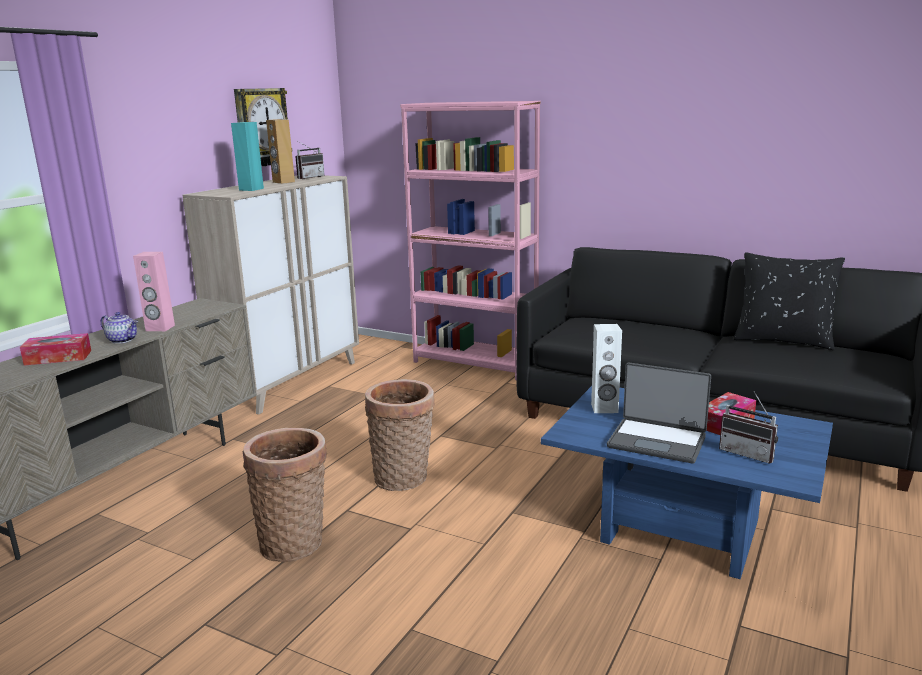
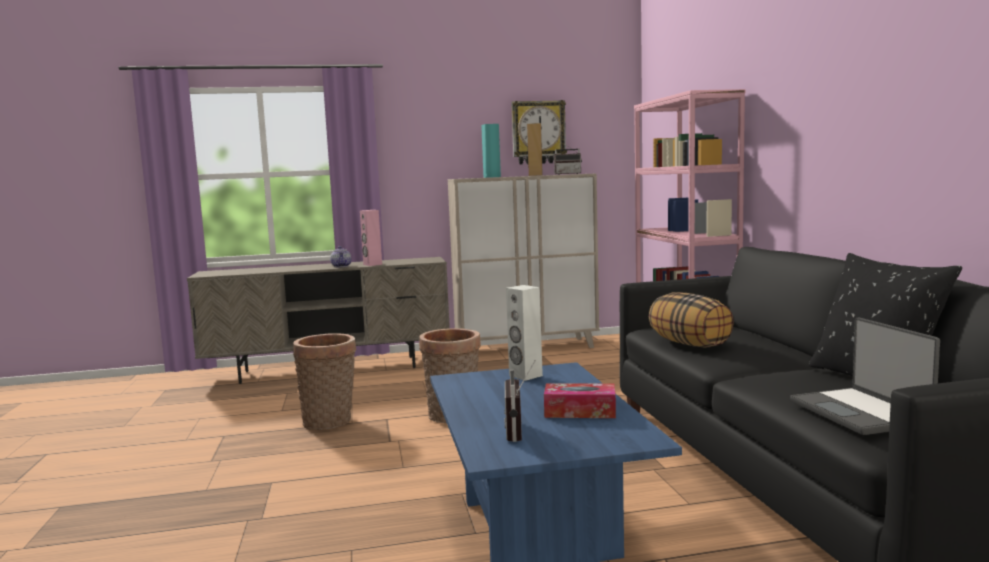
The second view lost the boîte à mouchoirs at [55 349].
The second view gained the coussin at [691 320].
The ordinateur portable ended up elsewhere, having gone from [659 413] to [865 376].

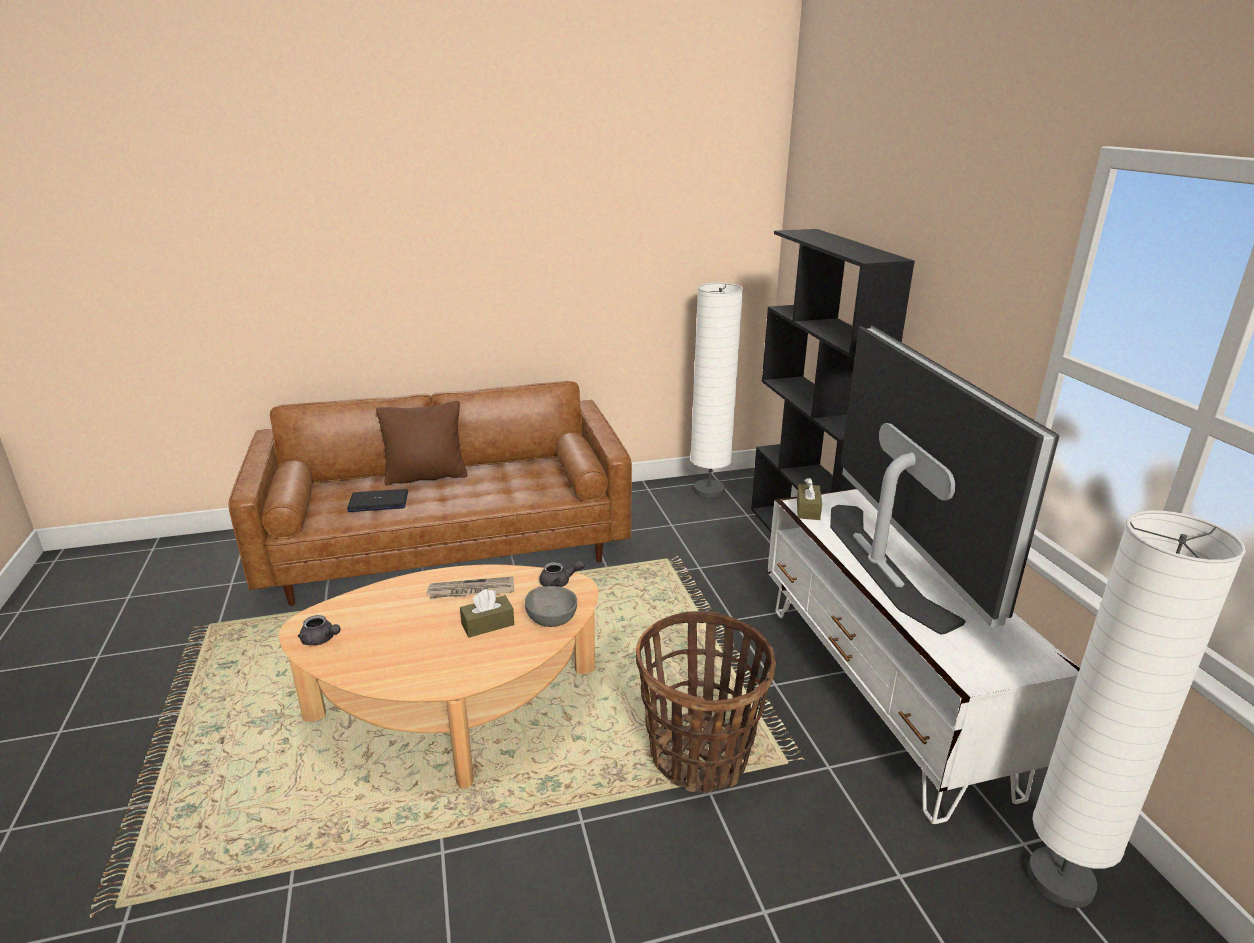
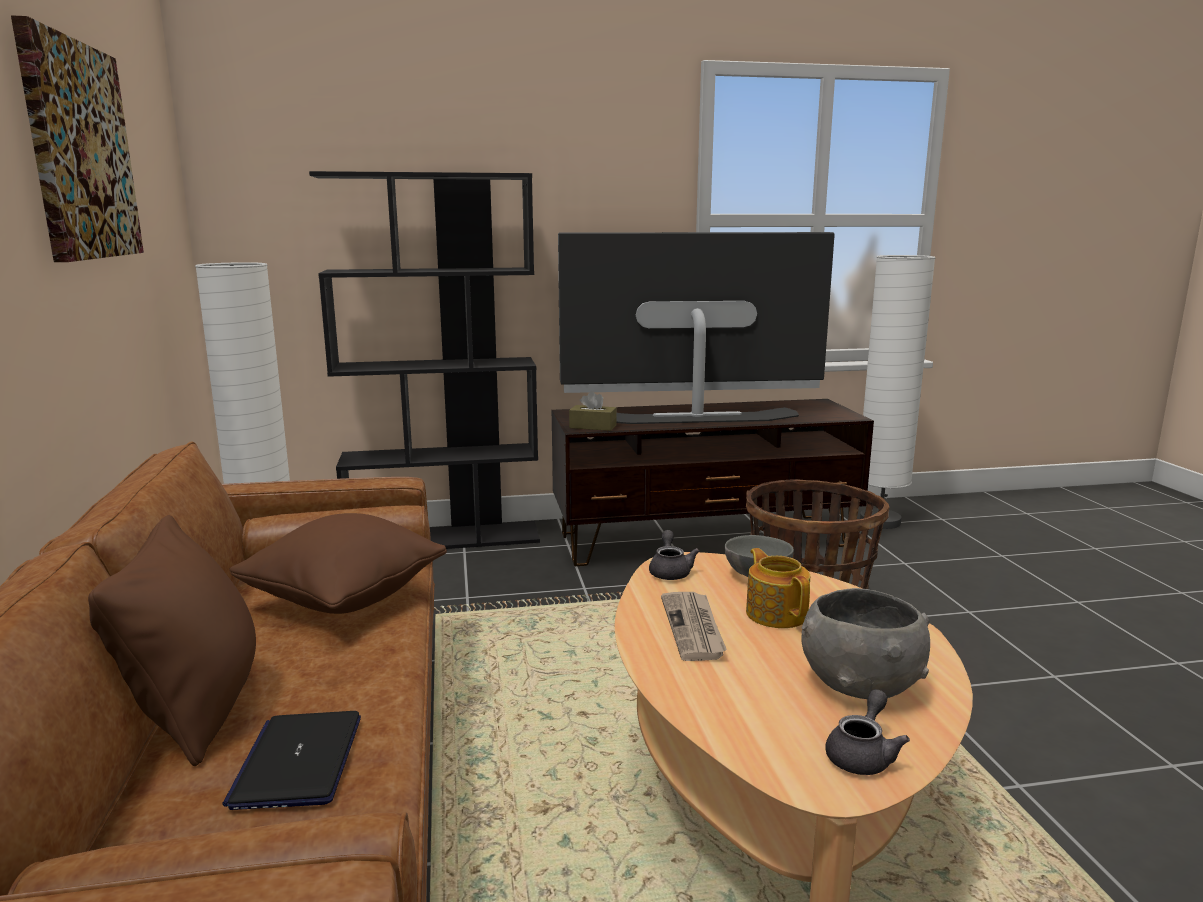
The second view gained the tableau at [77 138].
The second view gained the coussin/marron at [338 563].
The second view gained the bol/gris at [865 643].
Where the boîte à mouchoirs/marron stood at [487 613], the théière came to stand at [778 588].
What was the meuble télé/blanc at [923 656] turned into the meuble télé/marron at [713 482].

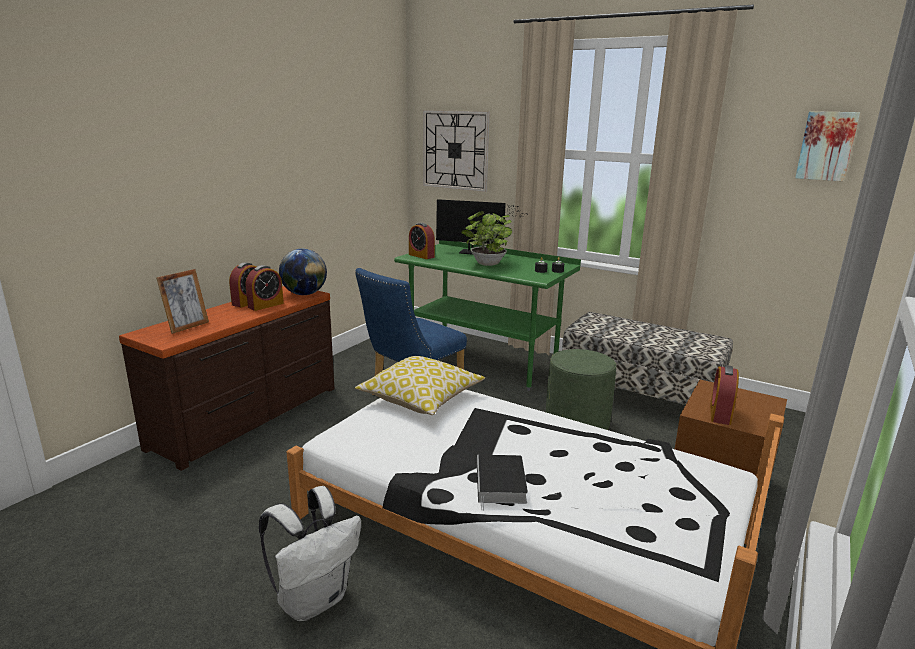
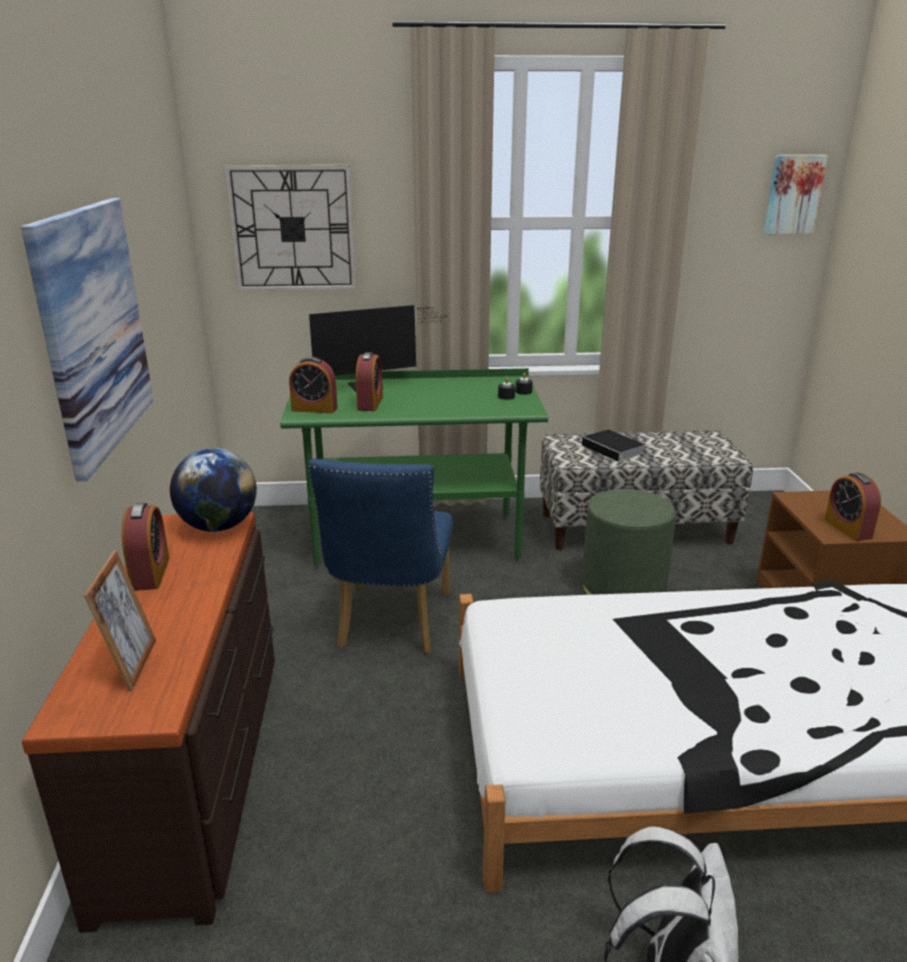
The second view lost the coussin at [420 385].
The second view lost the plante en pot at [486 238].
The second view gained the tableau at [87 339].
The réveil ended up elsewhere, having gone from [265 288] to [369 381].
The livre ended up elsewhere, having gone from [502 483] to [613 446].

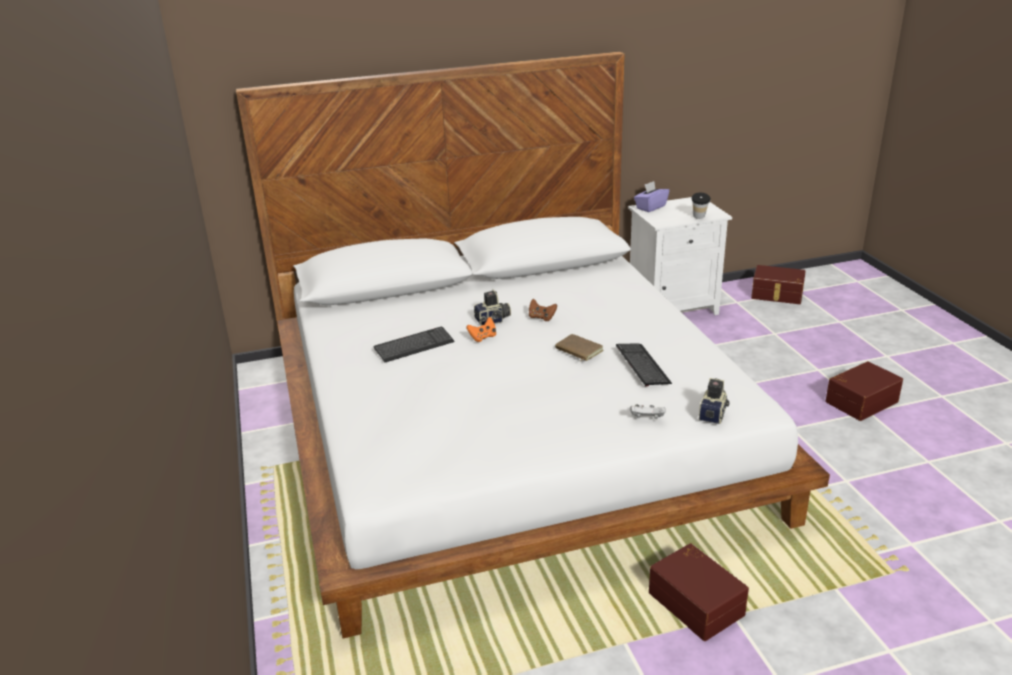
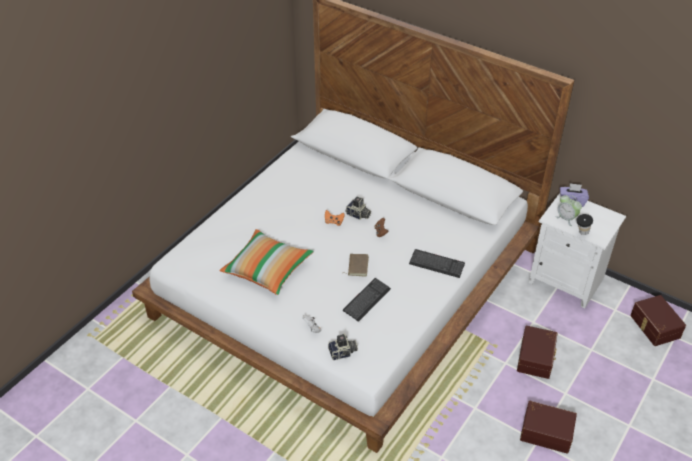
The second view gained the coussin at [266 262].
The second view gained the réveil at [568 210].
The clavier ended up elsewhere, having gone from [414 345] to [437 263].
The boîte de rangement/marron ended up elsewhere, having gone from [699 592] to [537 352].

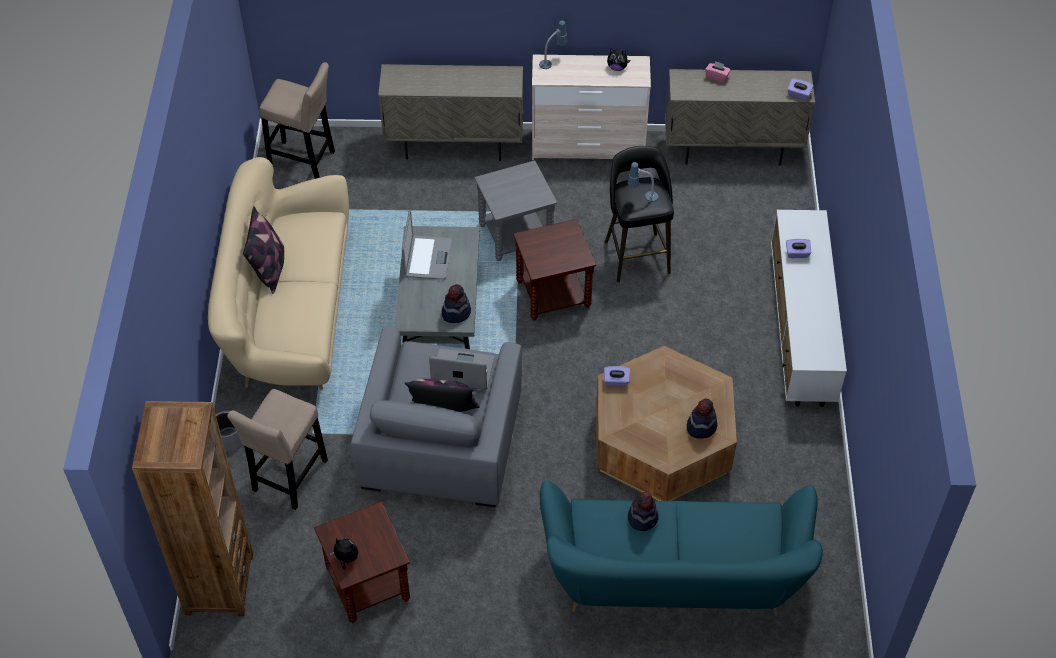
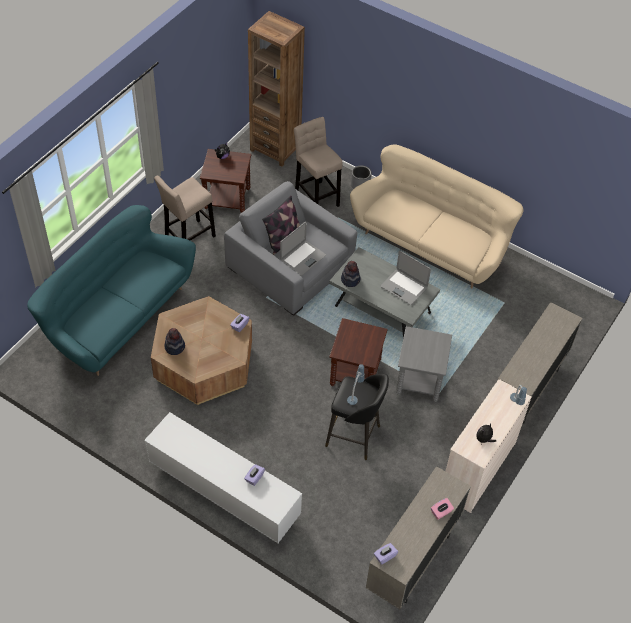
The second view lost the coussin at [263 250].
The second view lost the chapeau at [643 511].
The tabouret/beige ended up elsewhere, having gone from [297 120] to [185 208].

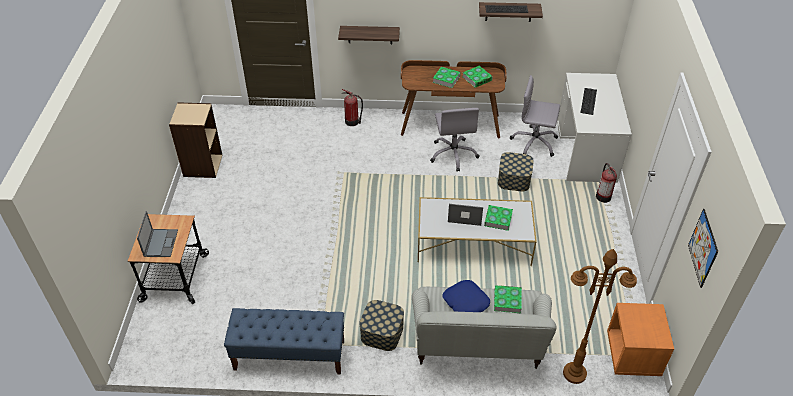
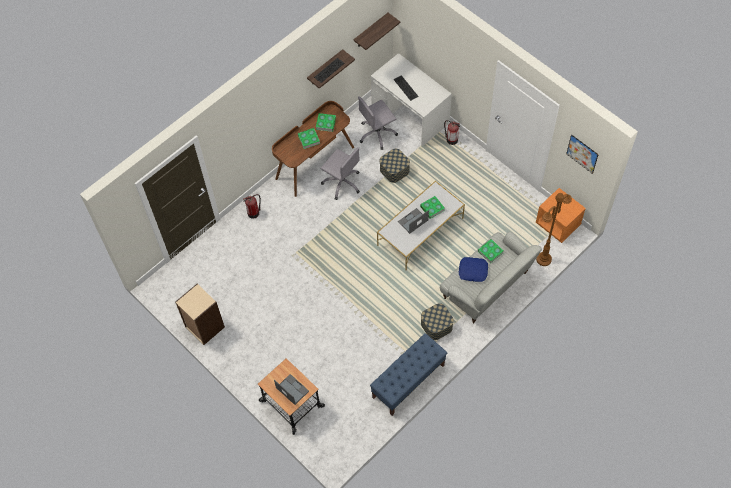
The étagère ended up elsewhere, having gone from [369 35] to [377 31].

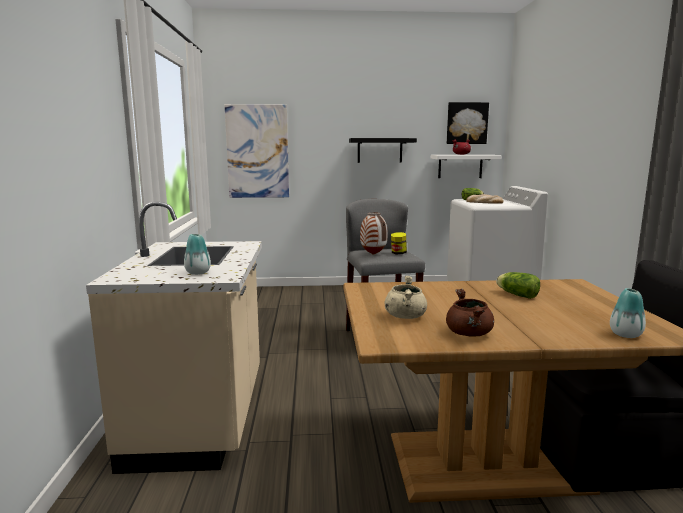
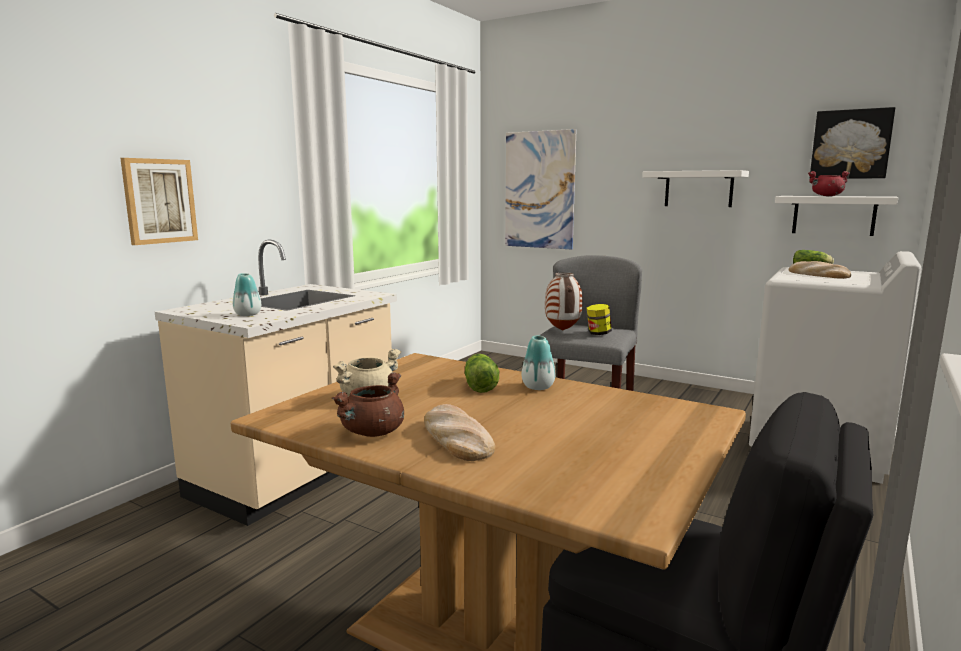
The second view gained the tableau at [159 201].
The second view gained the pain at [459 432].
The laitue ended up elsewhere, having gone from [518 285] to [482 373].
The vase ended up elsewhere, having gone from [628 313] to [538 362].
What was the étagère/noir at [383 150] turned into the étagère/blanc at [695 188].

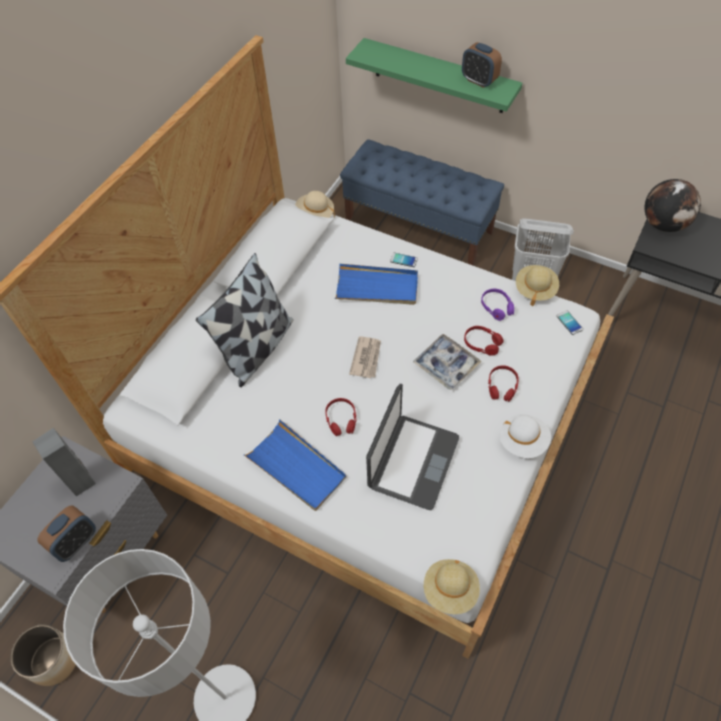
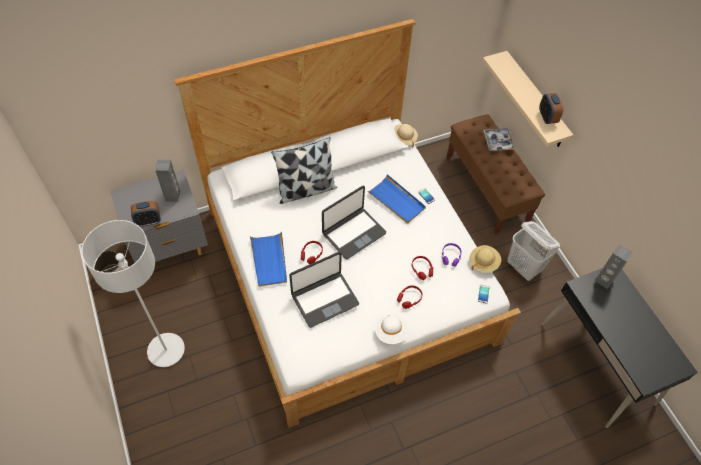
The second view lost the chapeau/beige at [452 586].
The plateau ended up elsewhere, having gone from [447 362] to [499 139].
Where the journal stood at [365 357], the ordinateur portable came to stand at [354 223].
Where the globe stood at [672 205], the enceinte/gris came to stand at [614 266].
What was the banc/bleu at [422 202] turned into the banc/marron at [495 174].
What was the étagère/vert at [434 75] turned into the étagère/beige at [527 99].

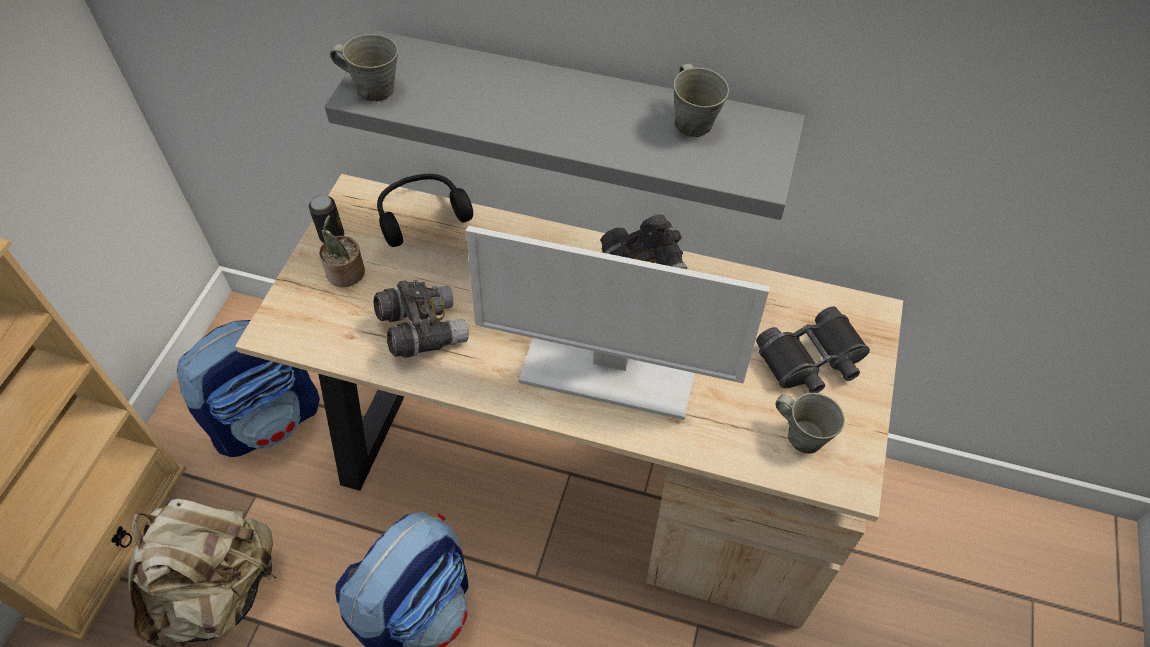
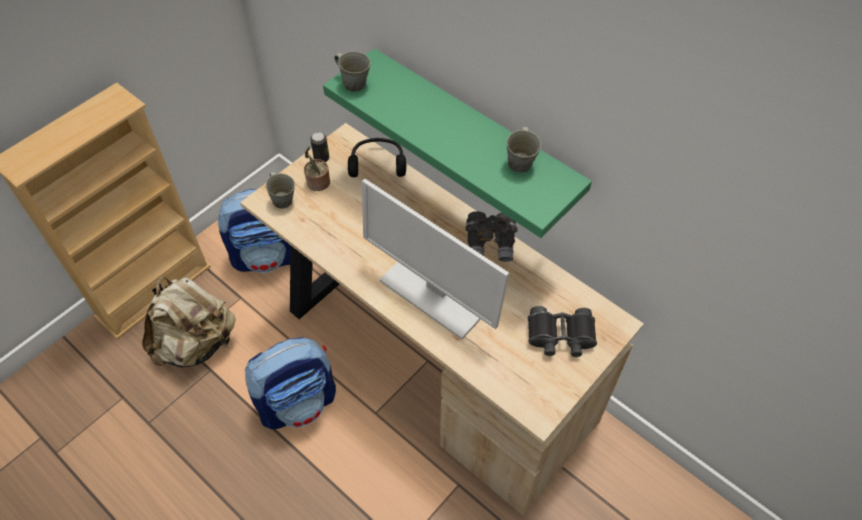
The second view lost the jumelles/gris at [421 319].
The mug/gris ended up elsewhere, having gone from [810 423] to [280 190].
What was the étagère/gris at [565 125] turned into the étagère/vert at [457 143].

